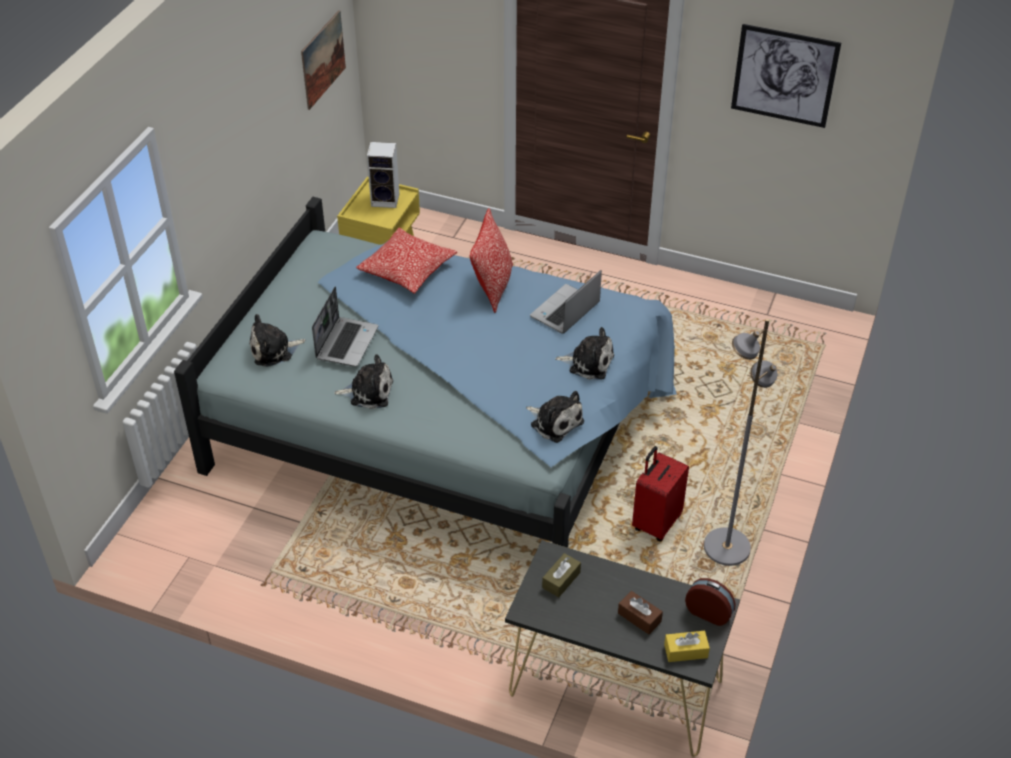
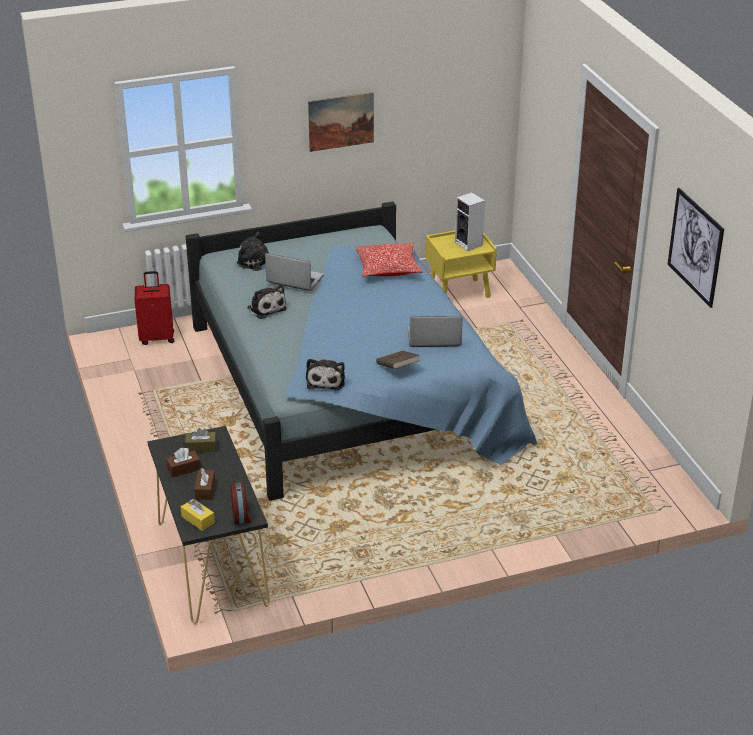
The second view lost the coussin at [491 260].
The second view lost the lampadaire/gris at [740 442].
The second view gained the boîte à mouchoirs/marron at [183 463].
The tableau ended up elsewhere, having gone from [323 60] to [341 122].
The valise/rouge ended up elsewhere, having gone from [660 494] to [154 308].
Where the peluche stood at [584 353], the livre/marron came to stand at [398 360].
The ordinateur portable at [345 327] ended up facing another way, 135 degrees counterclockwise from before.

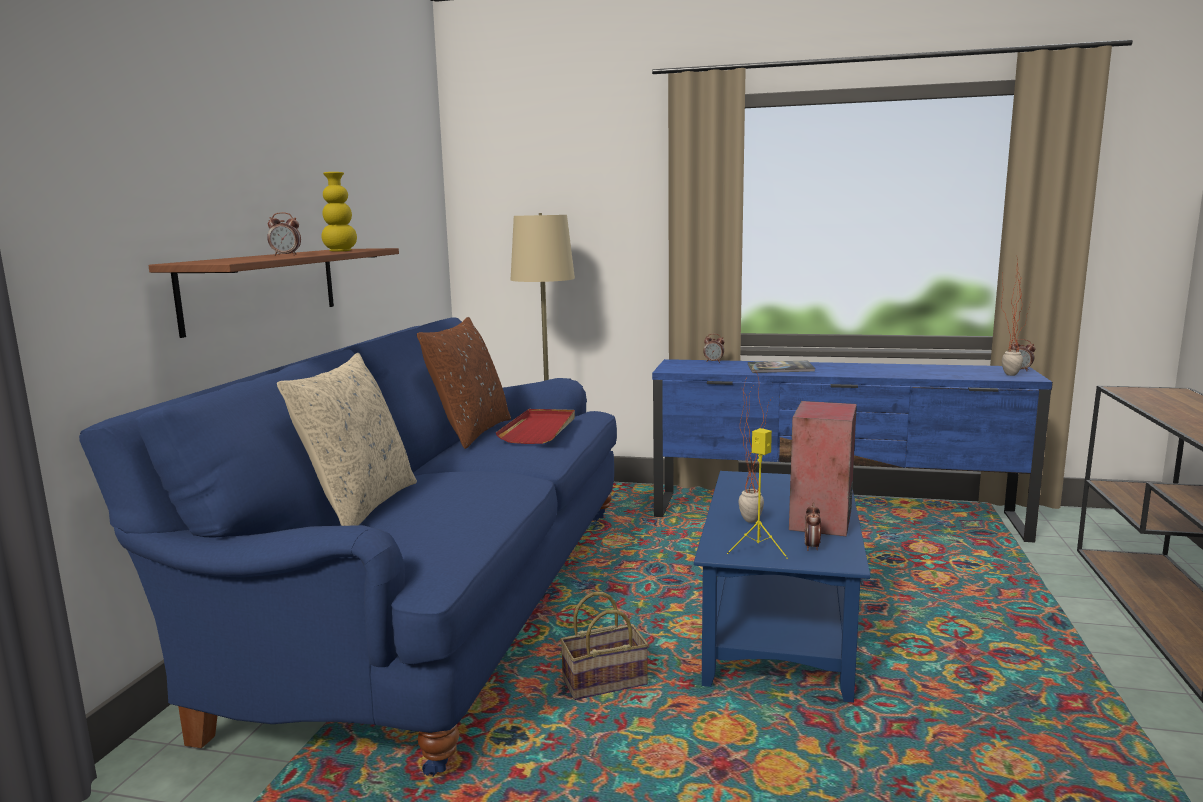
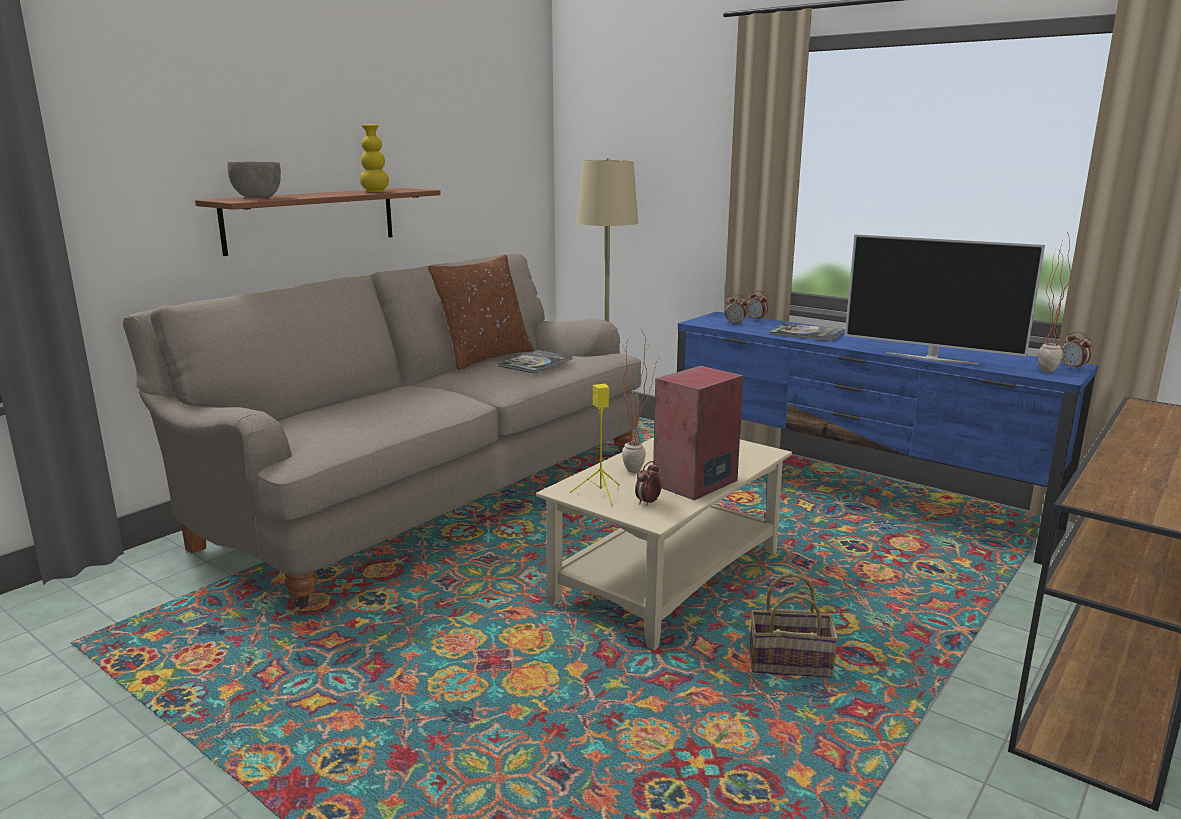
The second view lost the coussin/beige at [347 439].
The second view gained the bol/gris at [254 180].
The second view gained the téléviseur at [945 299].
The réveil ended up elsewhere, having gone from [284 234] to [736 309].
The panier ended up elsewhere, having gone from [604 646] to [793 625].
Where the plateau/rouge stood at [535 426], the livre came to stand at [535 361].
What was the canapé/bleu at [348 547] turned into the canapé/beige at [382 431].
What was the table basse/bleu at [782 587] turned into the table basse/beige at [664 544].

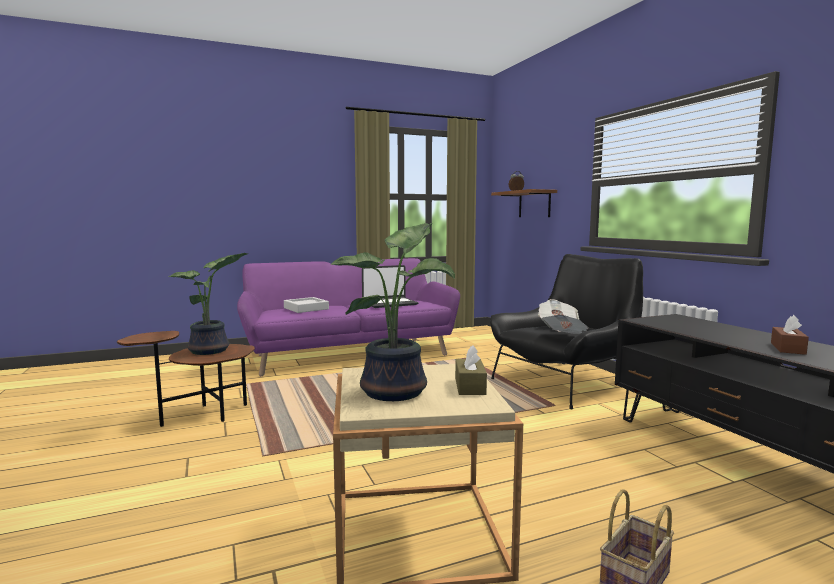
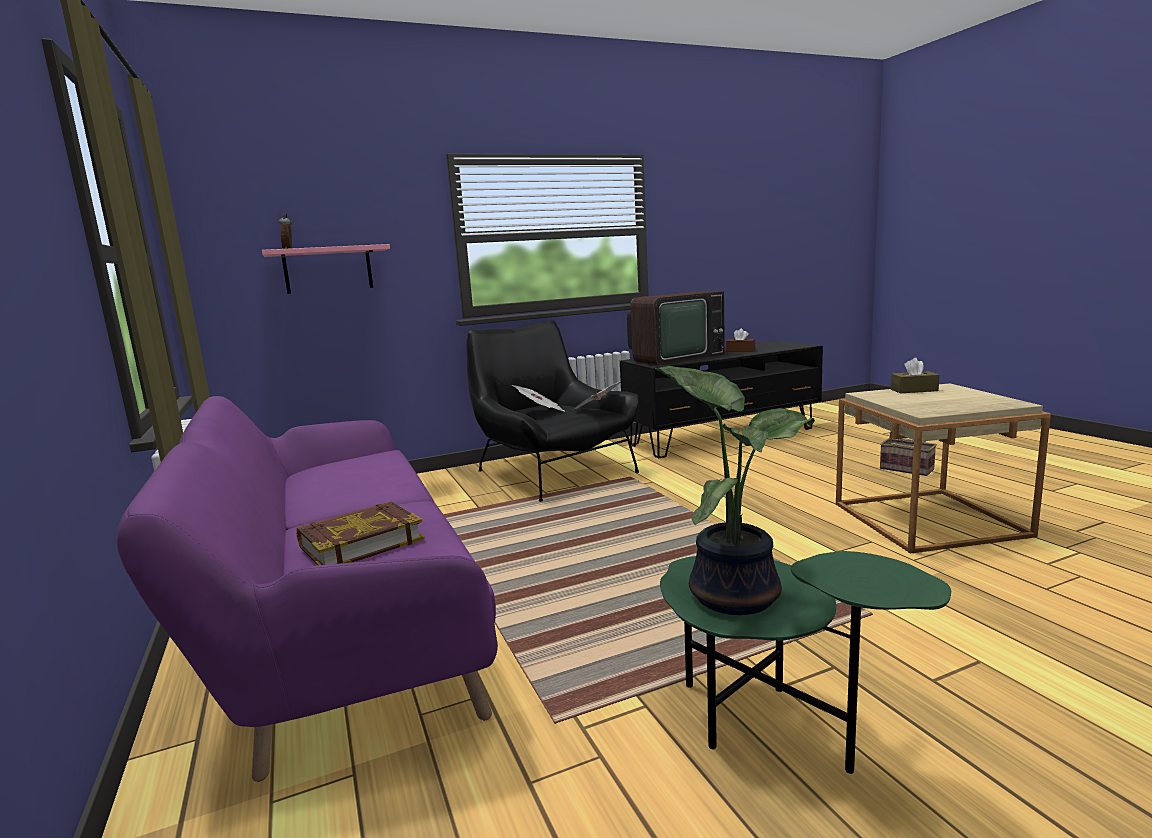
The second view lost the plante en pot at [393 312].
The second view lost the ordinateur portable at [390 286].
The second view gained the téléviseur at [676 328].
Where the plateau/gris stood at [306 305], the livre came to stand at [361 533].
What was the table d'appoint/marron at [186 379] turned into the table d'appoint/vert at [805 662].
What was the étagère/marron at [524 203] turned into the étagère/rose at [326 269].

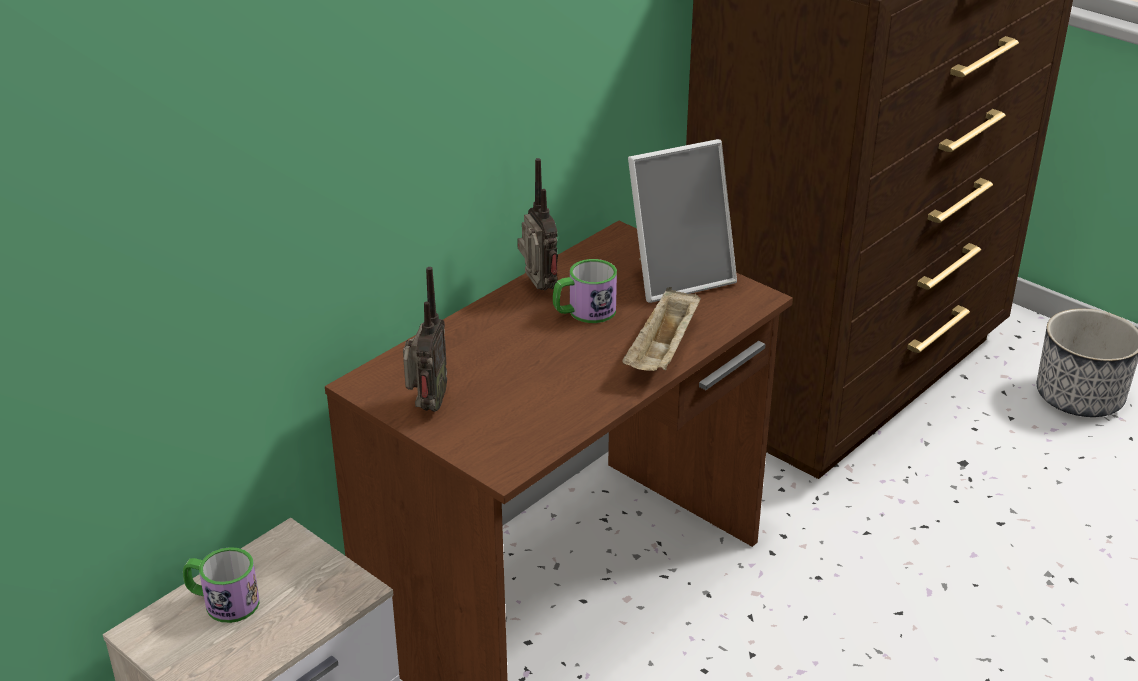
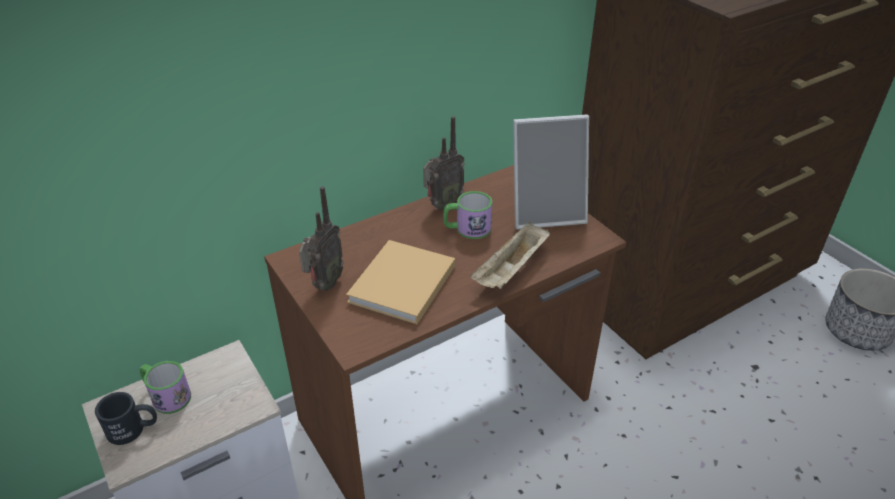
The second view gained the mug/noir at [126 418].
The second view gained the livre/beige at [400 282].
The radio at [537 224] ended up facing another way, 60 degrees clockwise from before.

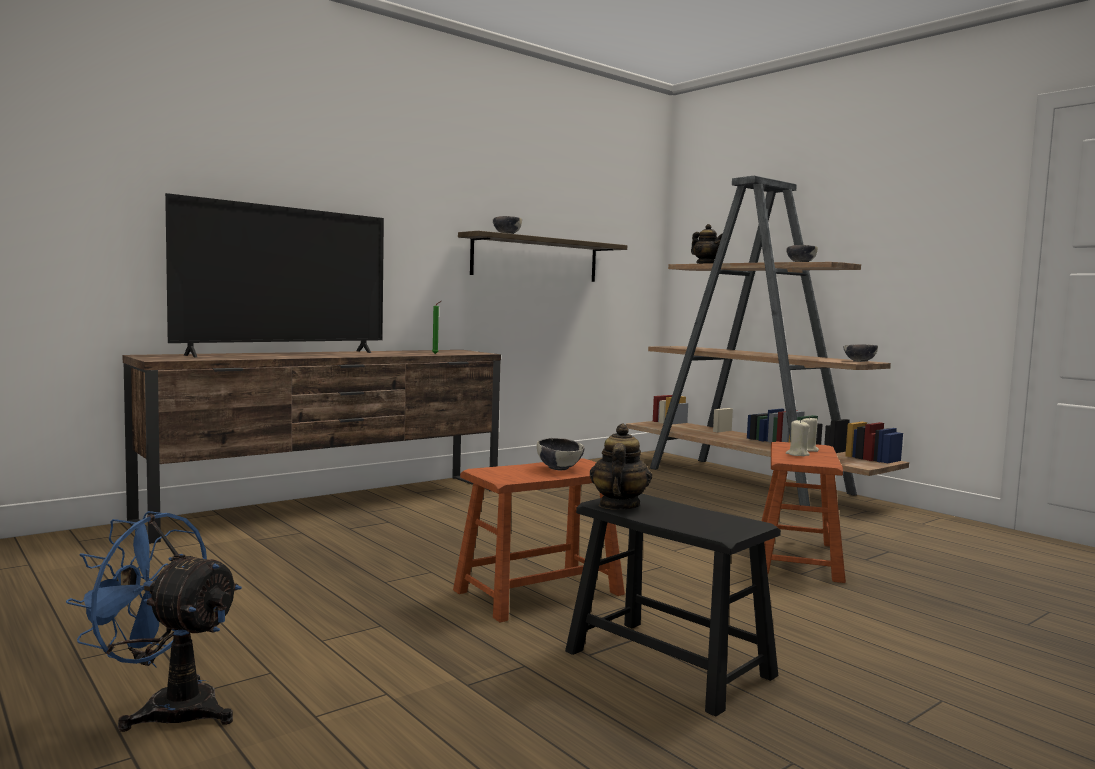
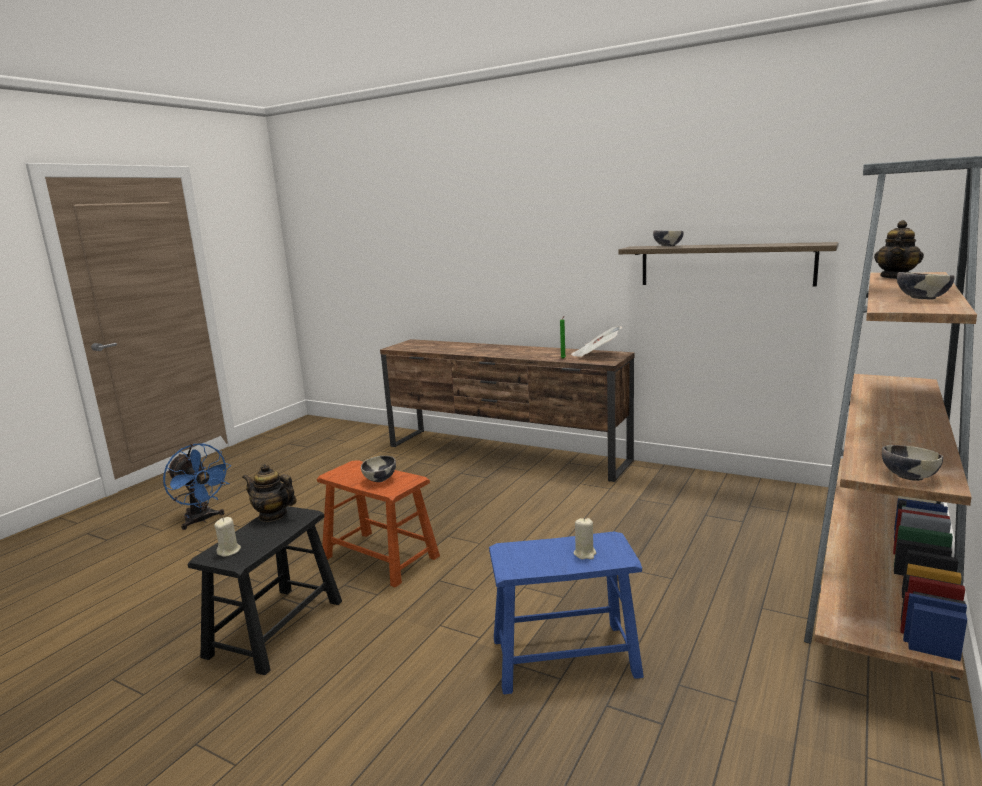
The second view lost the téléviseur at [274 275].
The second view gained the journal at [596 341].
The bougie/beige ended up elsewhere, having gone from [798 437] to [227 537].
What was the tabouret/marron at [804 512] turned into the tabouret/bleu at [566 612].
The ventilateur/bleu at [154 621] ended up facing another way, 135 degrees clockwise from before.
The théière at [621 467] ended up facing another way, 150 degrees counterclockwise from before.

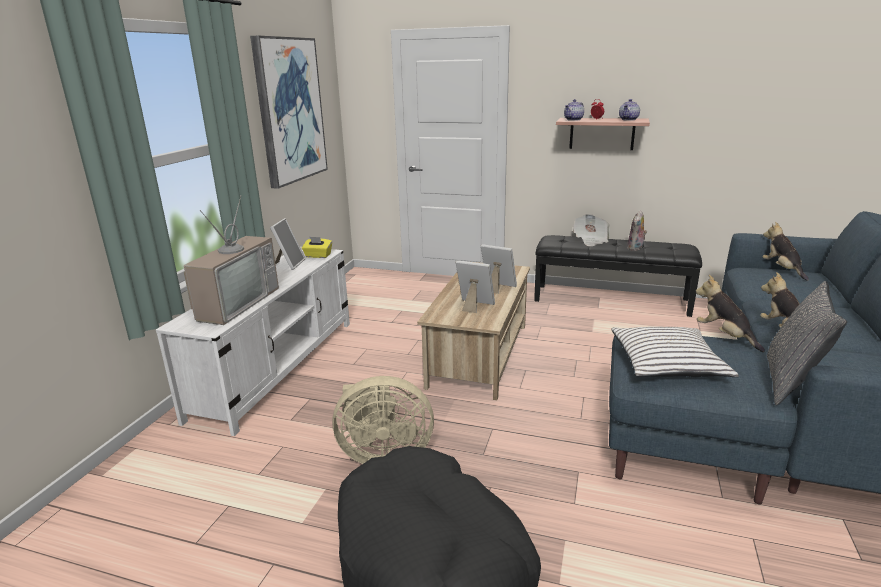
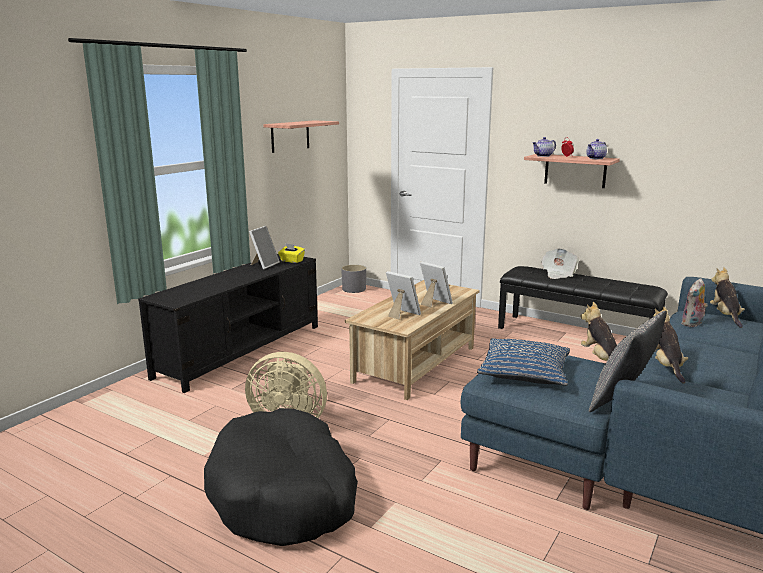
The second view lost the téléviseur at [231 260].
The second view gained the cache-pot/gris at [353 279].
The peluche ended up elsewhere, having gone from [637 230] to [694 302].
Where the tableau hung at [289 112], the étagère came to hang at [301 136].
What was the meuble télé/blanc at [253 341] turned into the meuble télé/noir at [228 323].
What was the coussin/blanc at [675 352] turned into the coussin/bleu at [523 362].

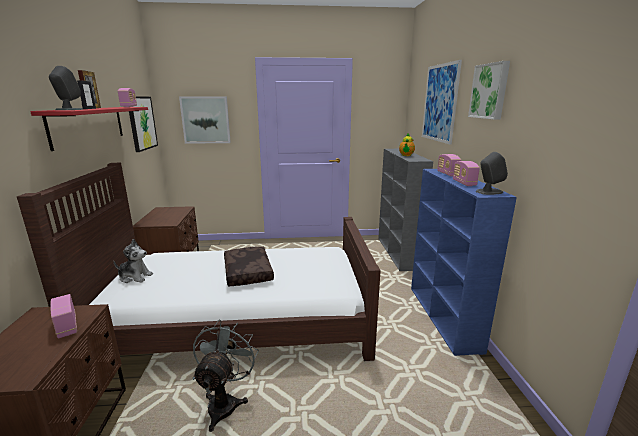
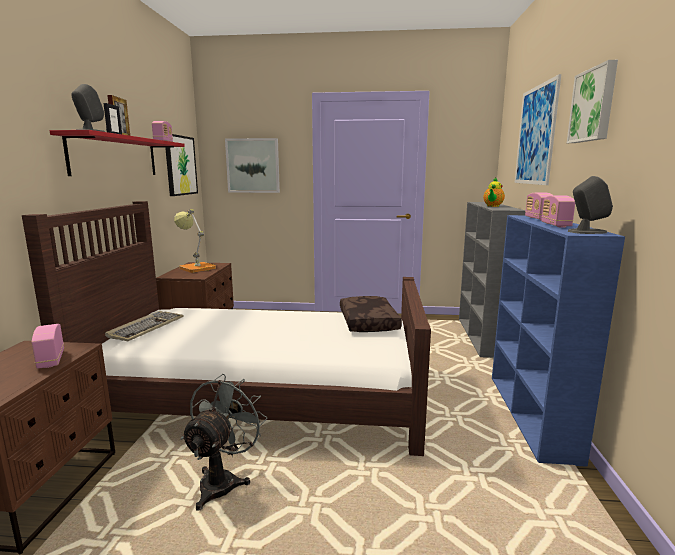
The second view gained the lampe de table at [195 241].
The coussin/marron ended up elsewhere, having gone from [249 266] to [371 314].
Where the peluche stood at [133 261], the clavier came to stand at [144 326].

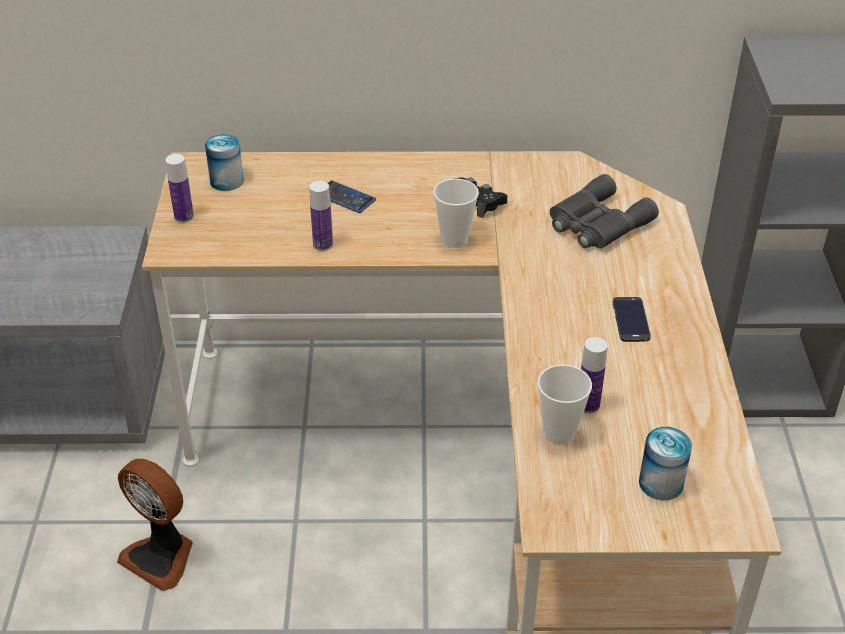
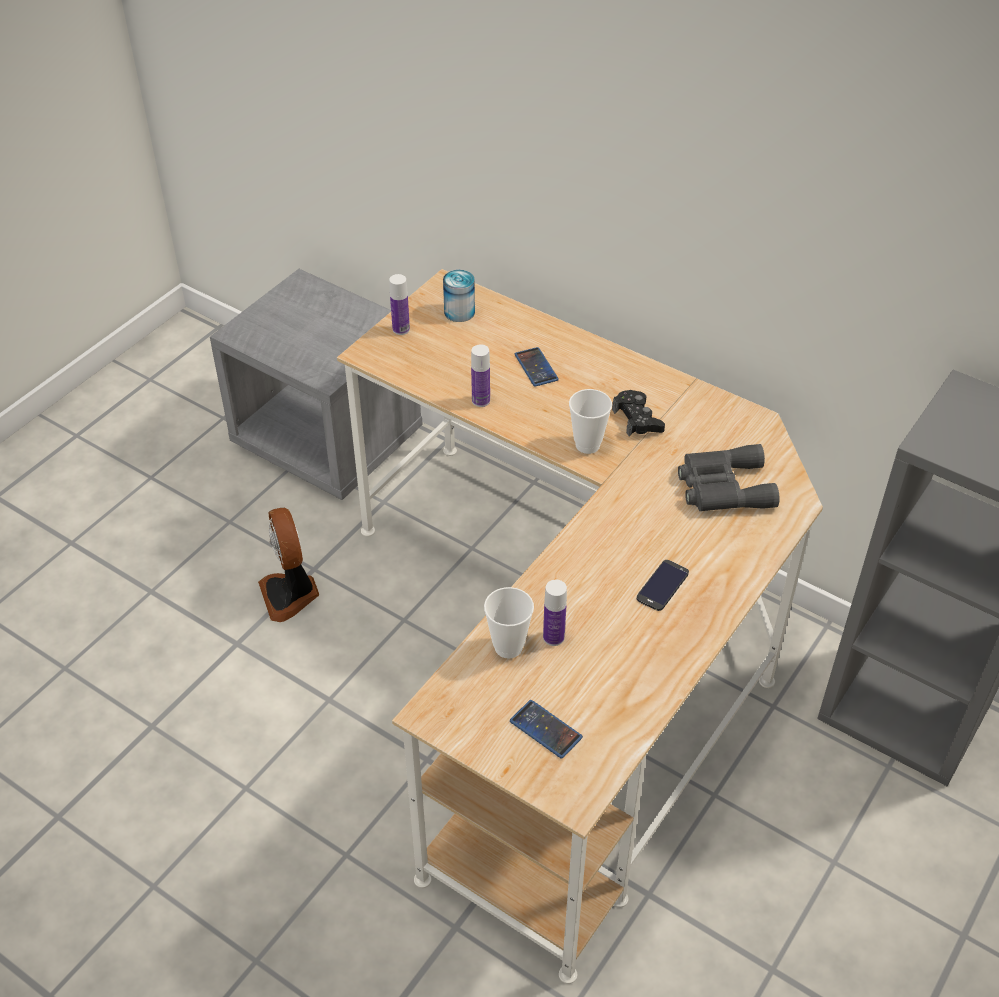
Where the boîte métallique stood at [665 463], the téléphone came to stand at [546 729].

